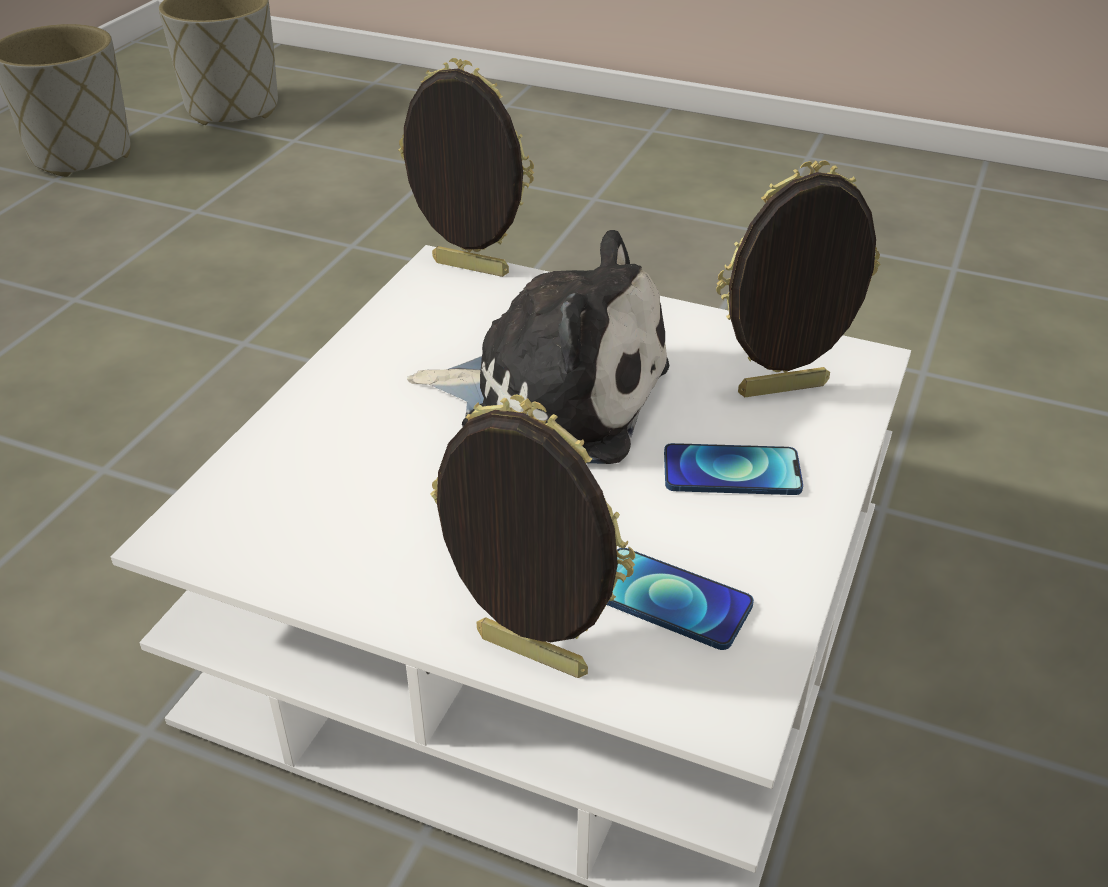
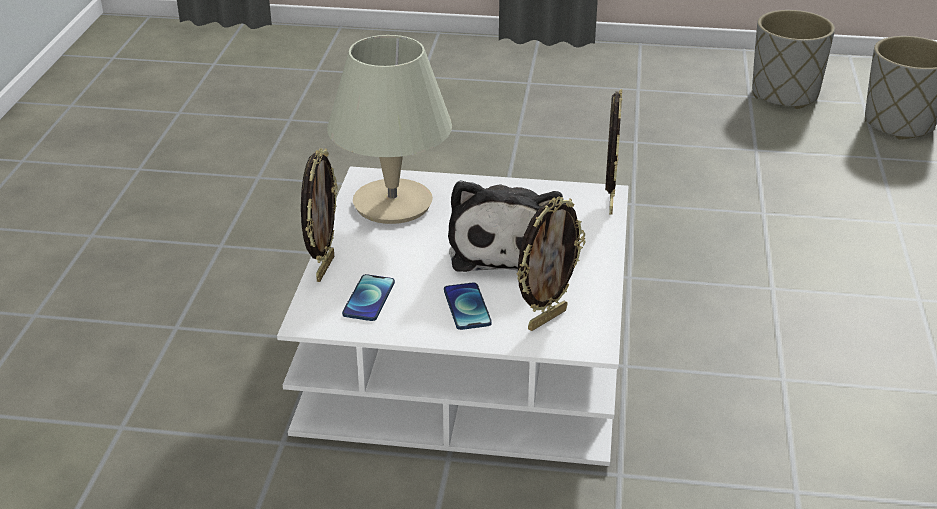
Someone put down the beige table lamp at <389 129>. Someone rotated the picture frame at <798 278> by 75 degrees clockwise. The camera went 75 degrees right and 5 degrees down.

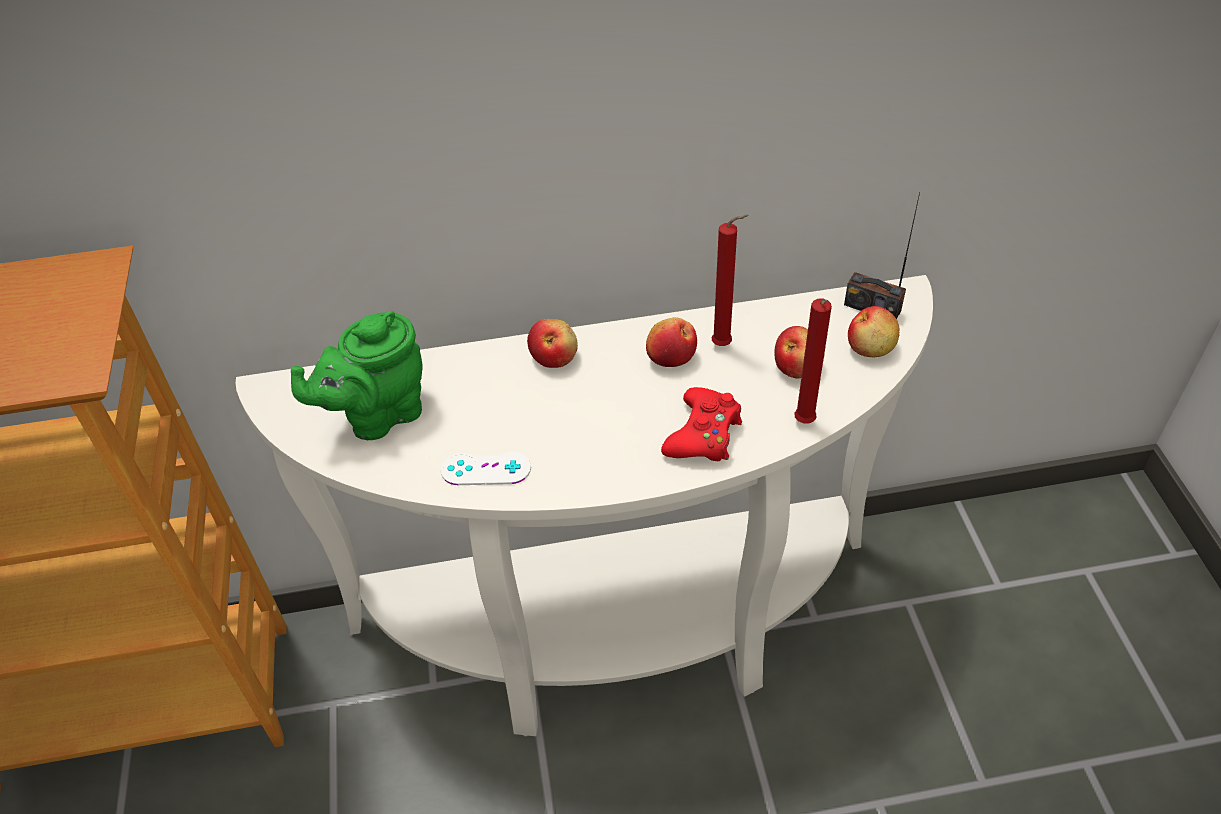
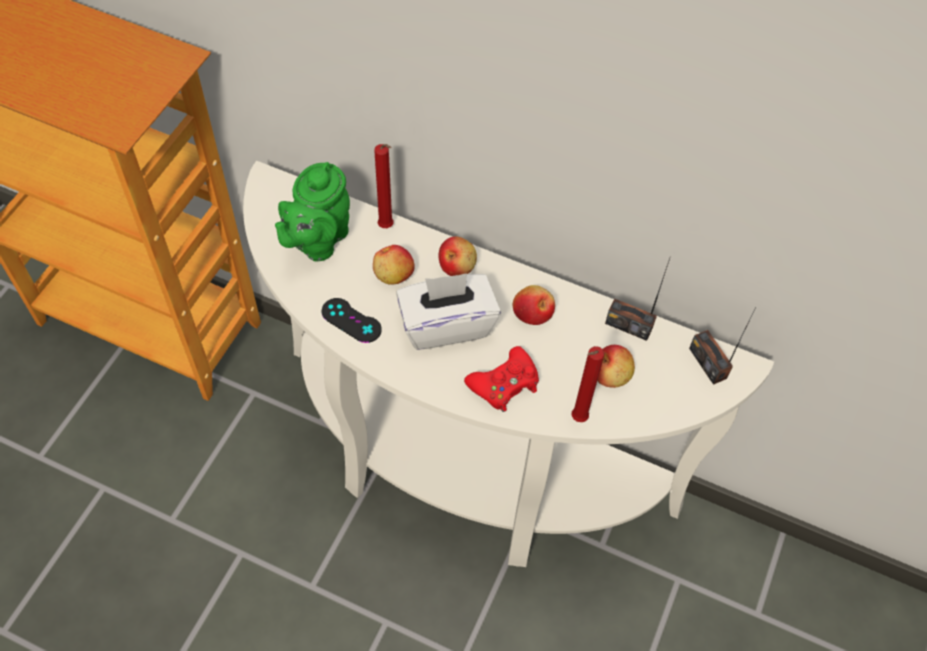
Someone rotated the green teapot at <356 375> by 60 degrees counterclockwise. Someone repainted the white game controller at <486 468>, which became the black game controller at <352 320>. Someone carried the apple from <874 331> to <394 265>. Someone carried the red candle from <730 280> to <384 186>. Someone put down the white tissue box at <448 311>. Someone put down the radio at <637 299>. The camera went 30 degrees right and 10 degrees up.

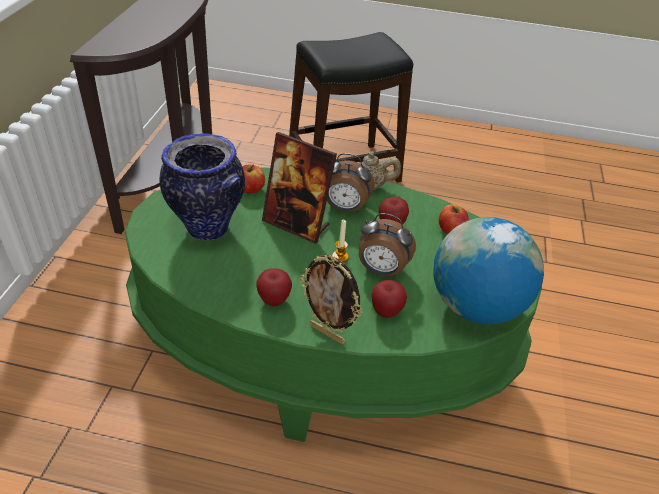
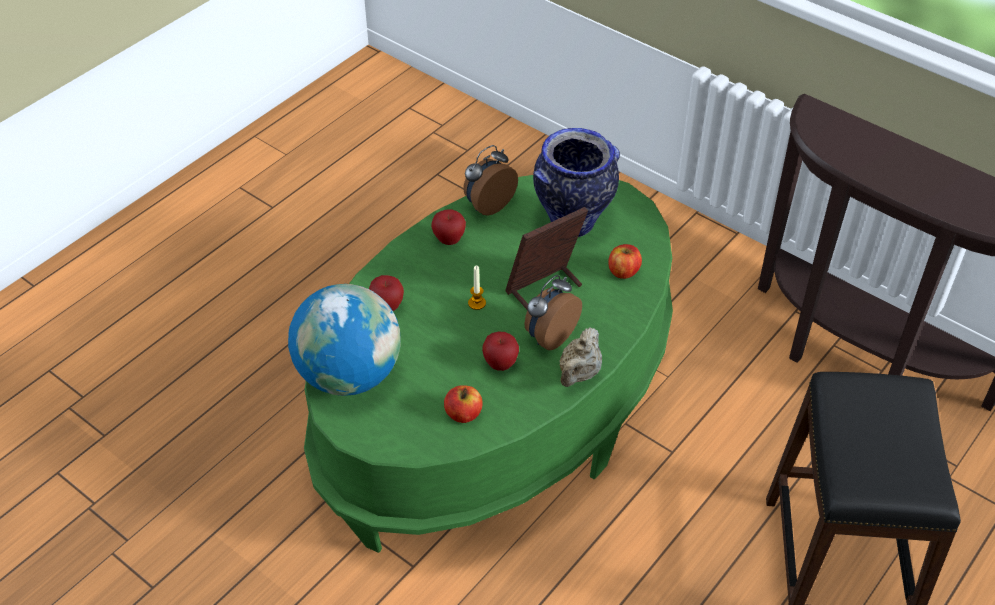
Someone carried the alarm clock from <387 244> to <490 180>. Someone took away the picture frame at <331 300>. The camera went 120 degrees right and 5 degrees up.

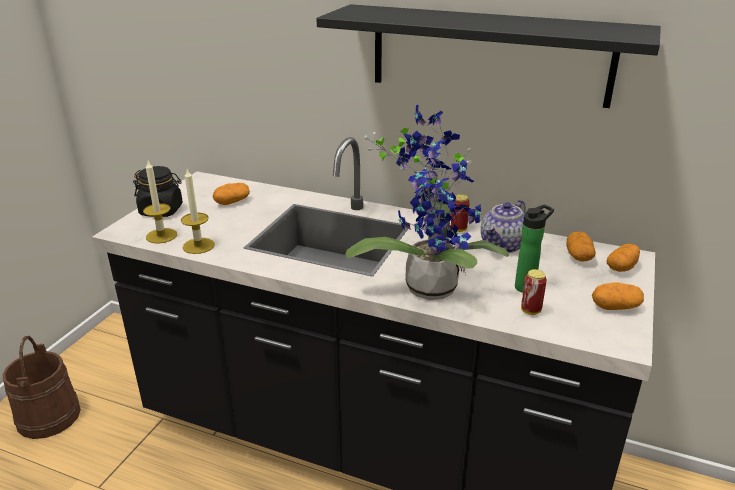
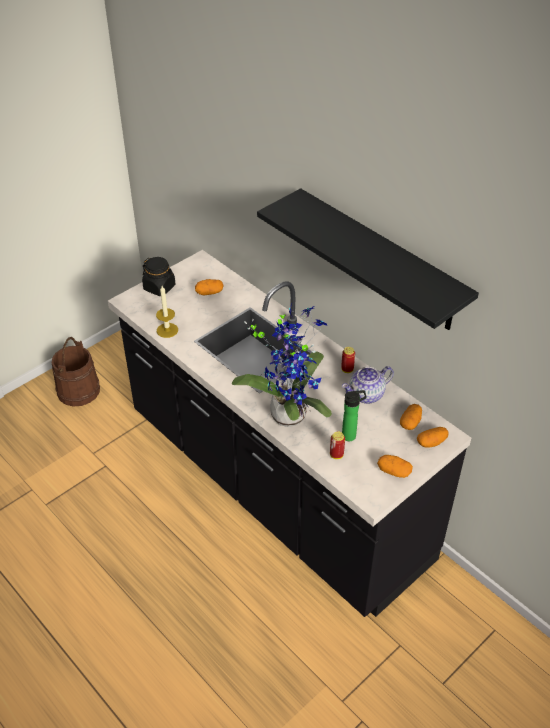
Someone took away the candle at <160 202>. The camera went 25 degrees right and 15 degrees up.

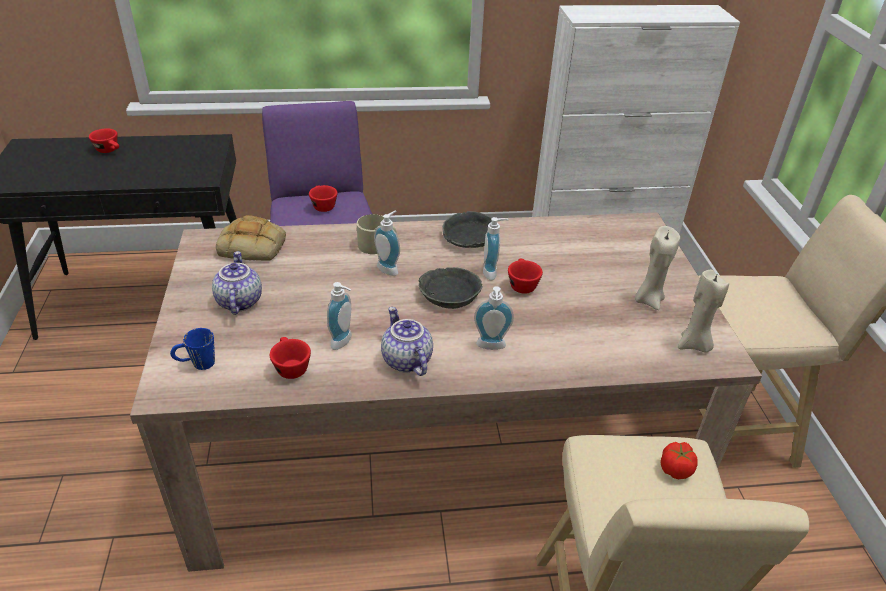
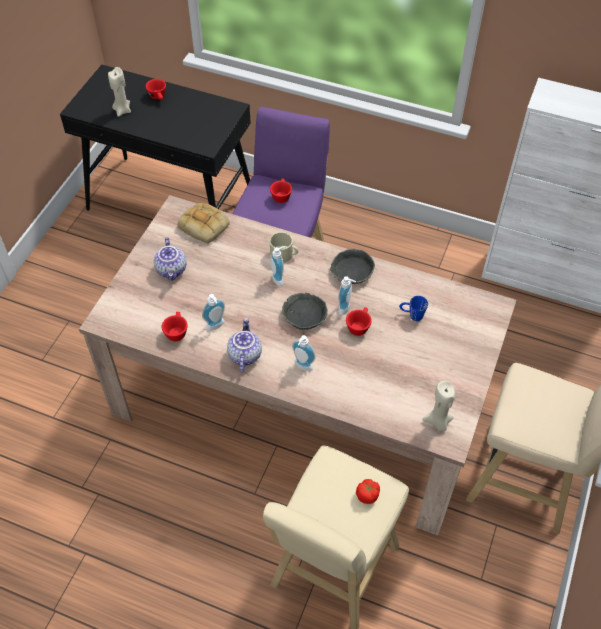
Someone carried the beige candle from <657 268> to <119 92>. Someone rotated the teapot at <237 283> by 150 degrees clockwise. Someone carried the blue mug from <192 349> to <413 308>. The camera went 30 degrees right and 15 degrees up.

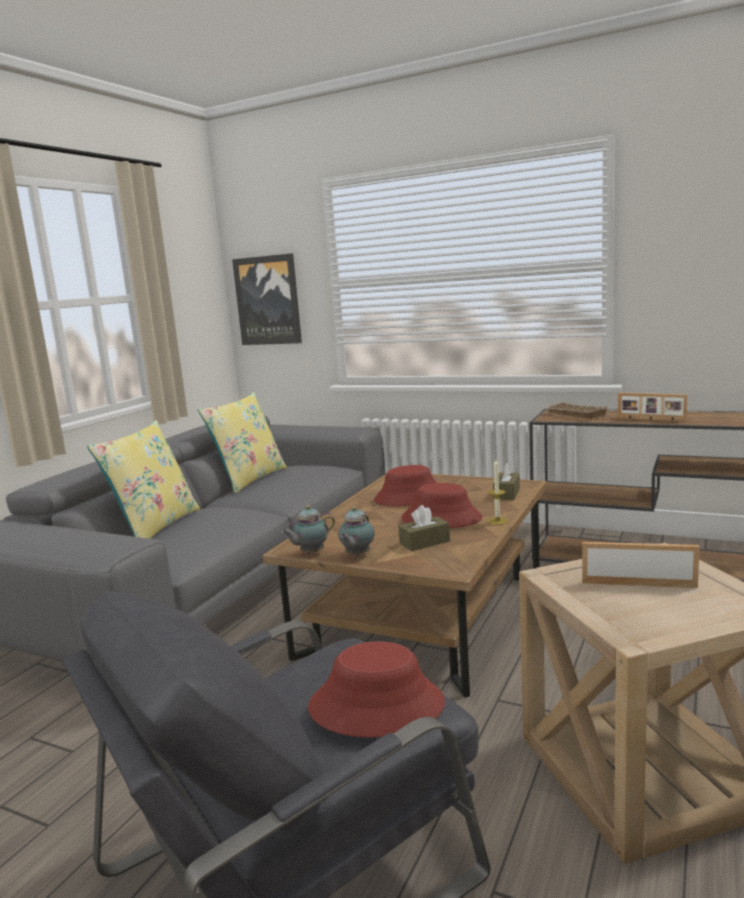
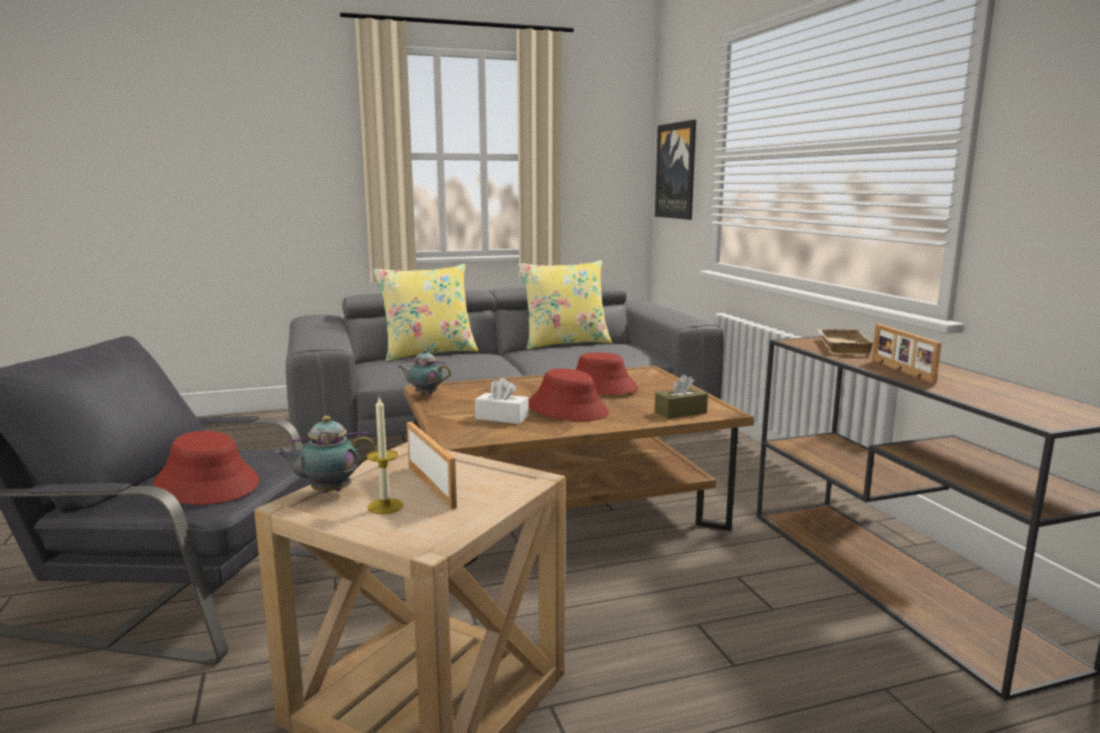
Someone carried the teapot from <357 531> to <325 454>. Someone carried the candle from <498 492> to <385 455>. Someone repainted the brown tissue box at <424 528>, which became the white tissue box at <502 401>. The camera went 45 degrees right and 0 degrees up.

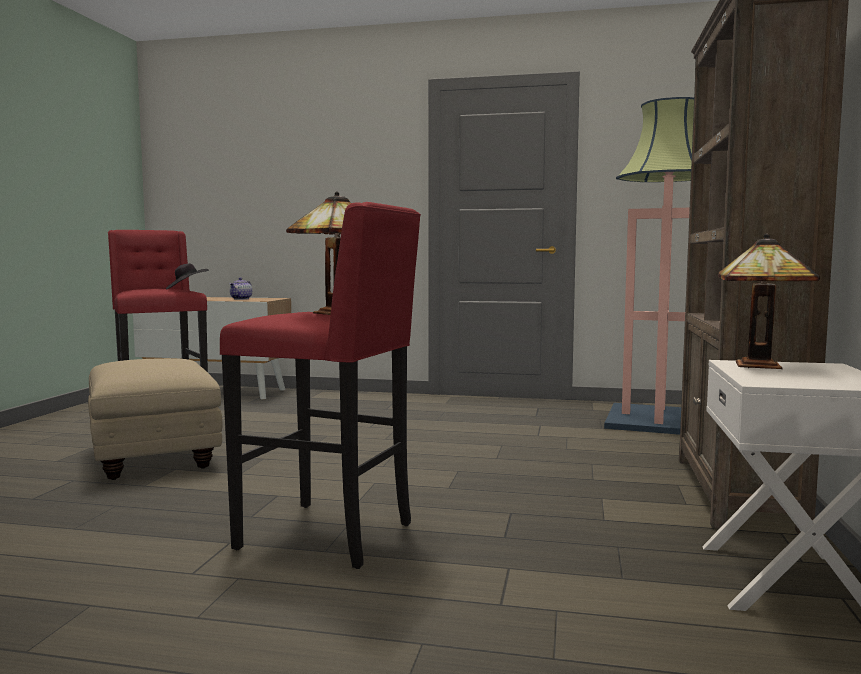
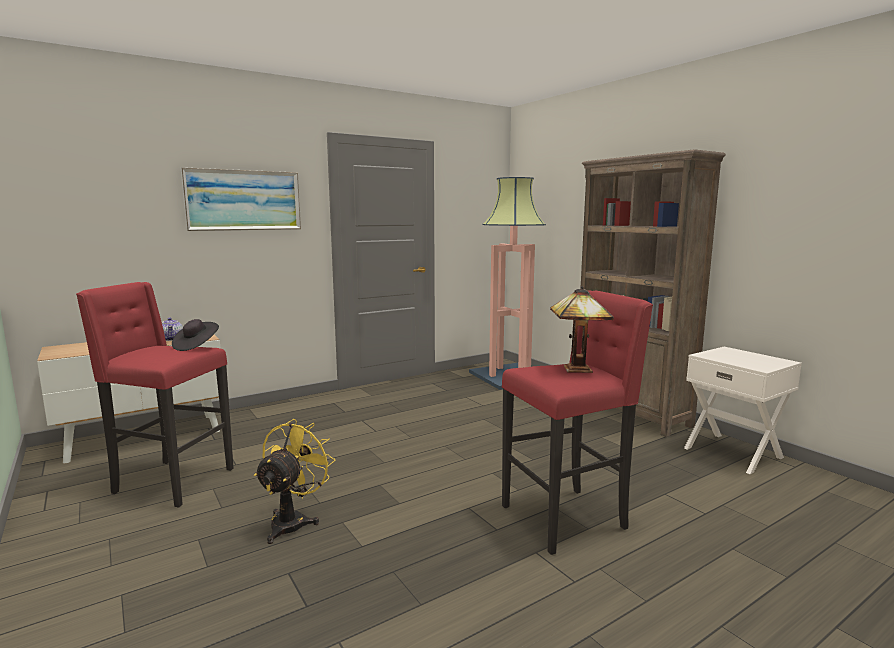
Someone put up the picture at <241 199>. Someone swapped the beige ottoman at <155 419> for the yellow fan at <295 481>. Someone took away the table lamp at <769 301>. The camera went 45 degrees left and 5 degrees up.

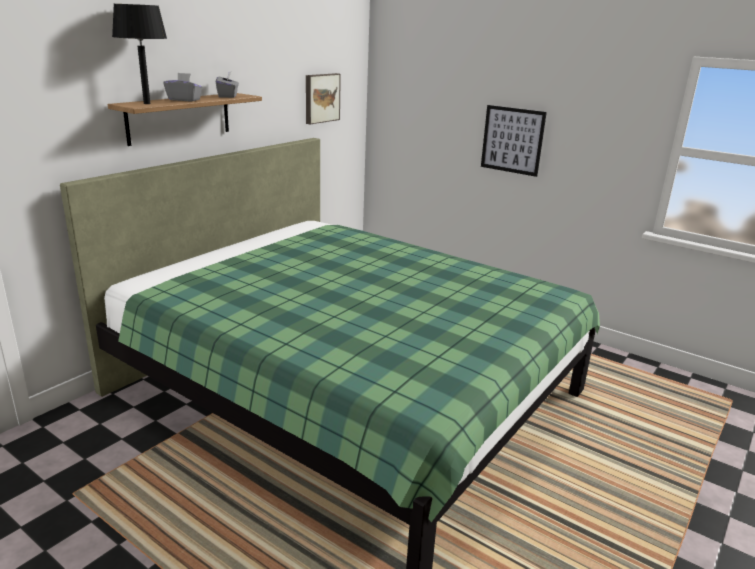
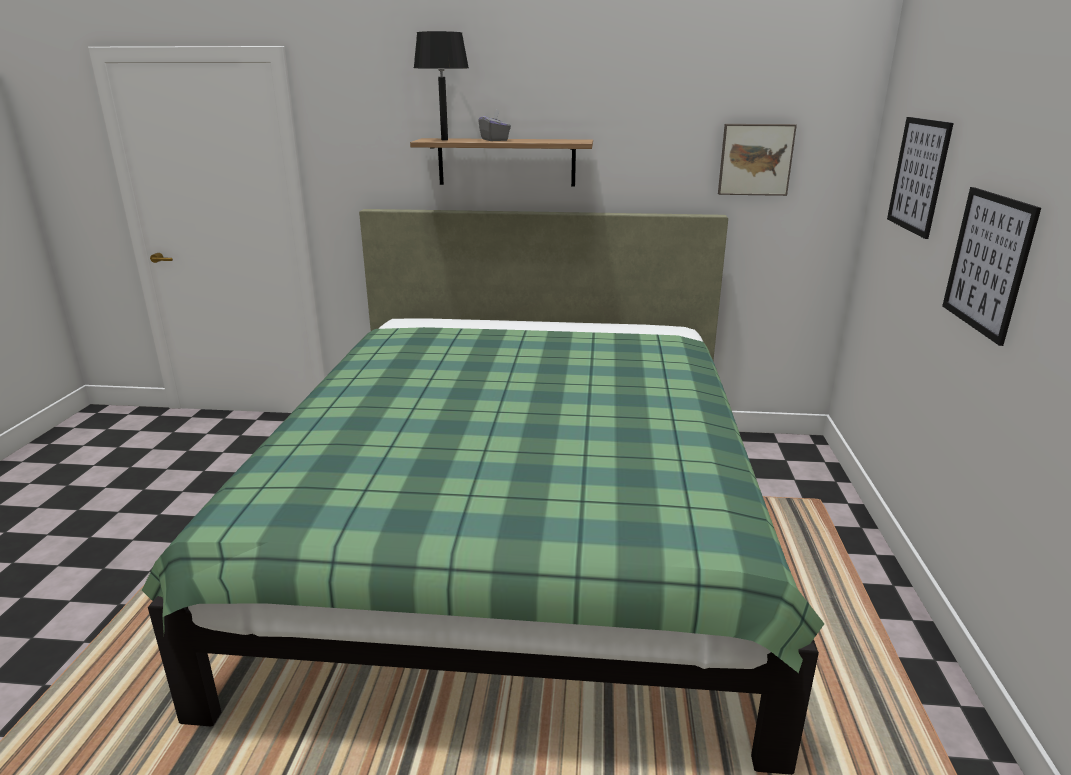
Someone put up the picture at <920 178>. Someone took away the grey tissue box at <227 85>. The camera went 60 degrees right and 0 degrees up.

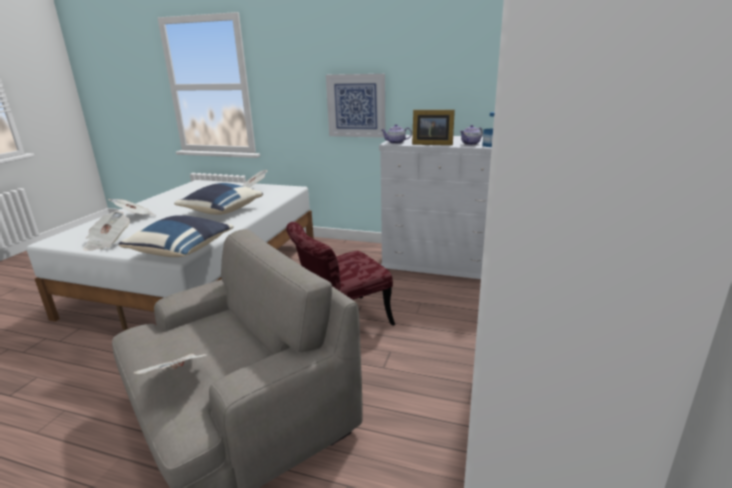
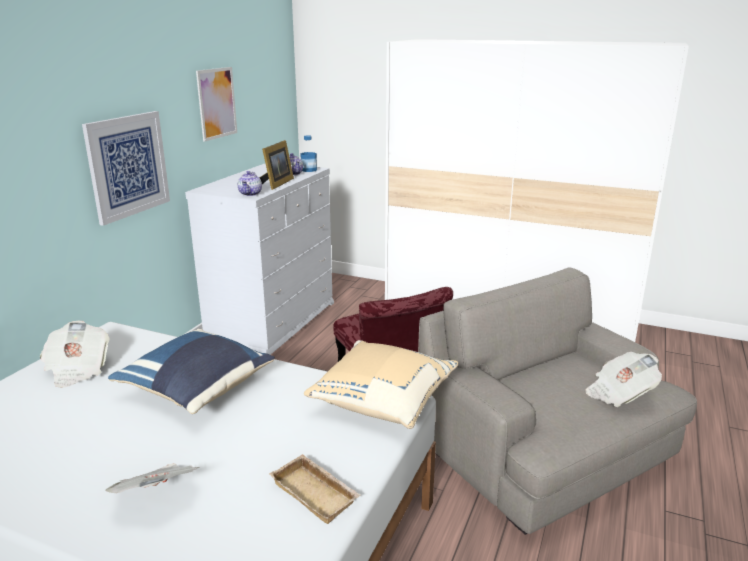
Someone put up the picture at <216 104>. Someone swapped the newspaper at <106 231> for the beige tray at <315 489>. Someone repainted the blue pillow at <176 236>, which became the beige pillow at <381 384>. The camera went 85 degrees left and 0 degrees up.

